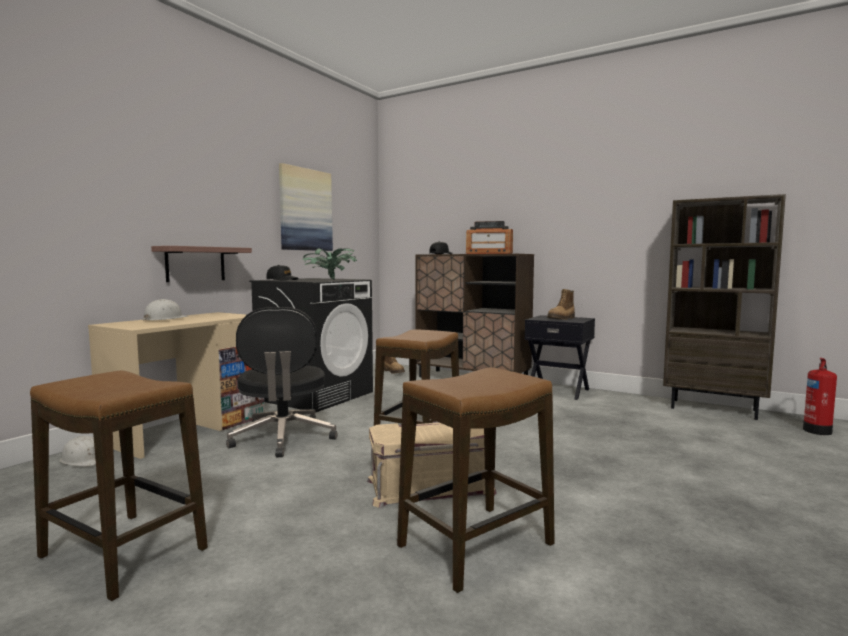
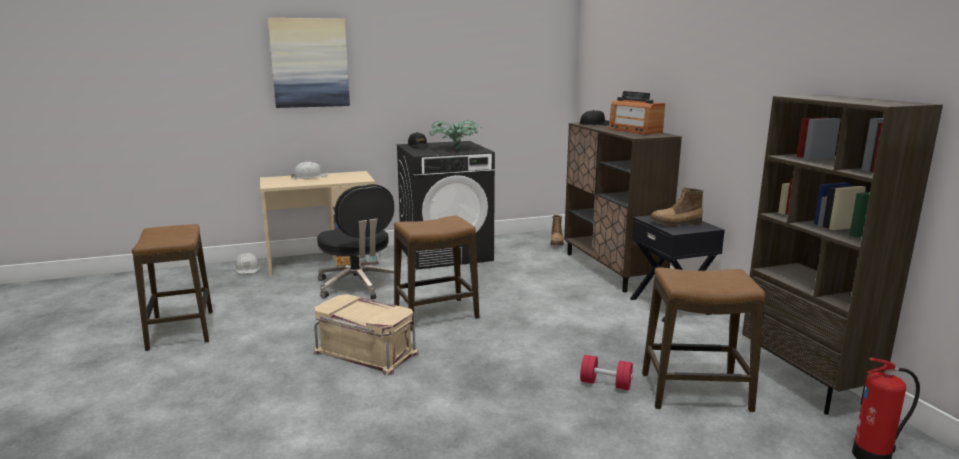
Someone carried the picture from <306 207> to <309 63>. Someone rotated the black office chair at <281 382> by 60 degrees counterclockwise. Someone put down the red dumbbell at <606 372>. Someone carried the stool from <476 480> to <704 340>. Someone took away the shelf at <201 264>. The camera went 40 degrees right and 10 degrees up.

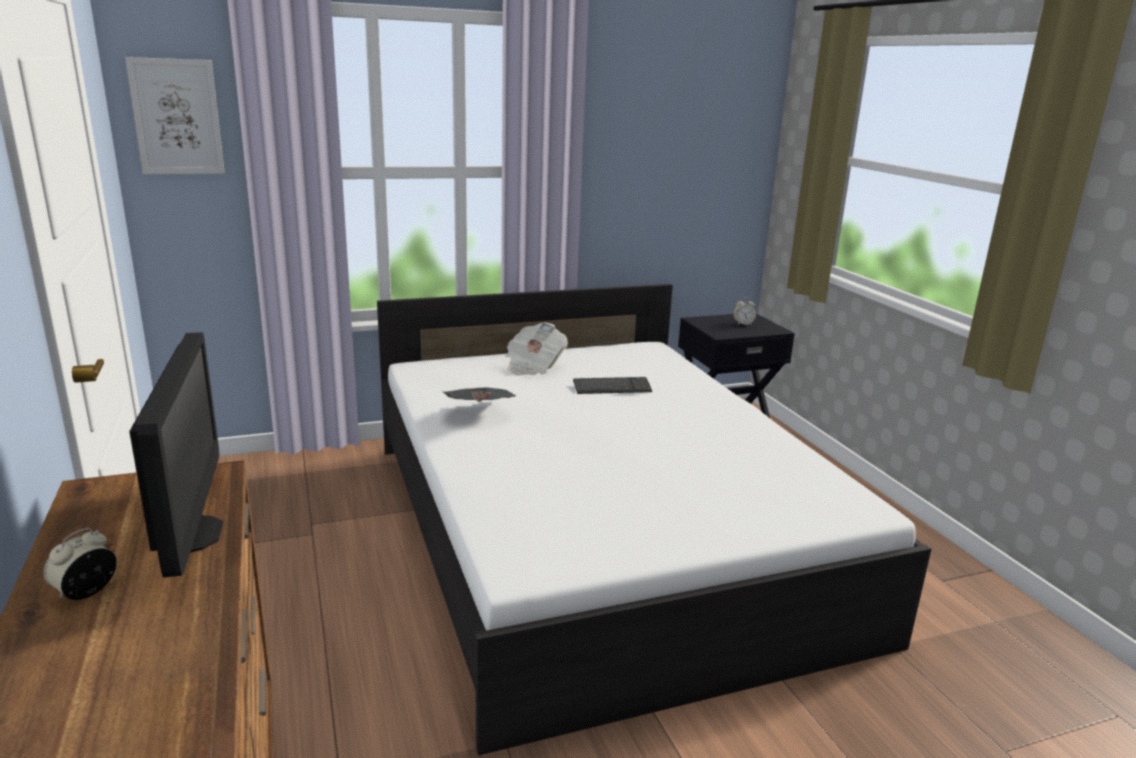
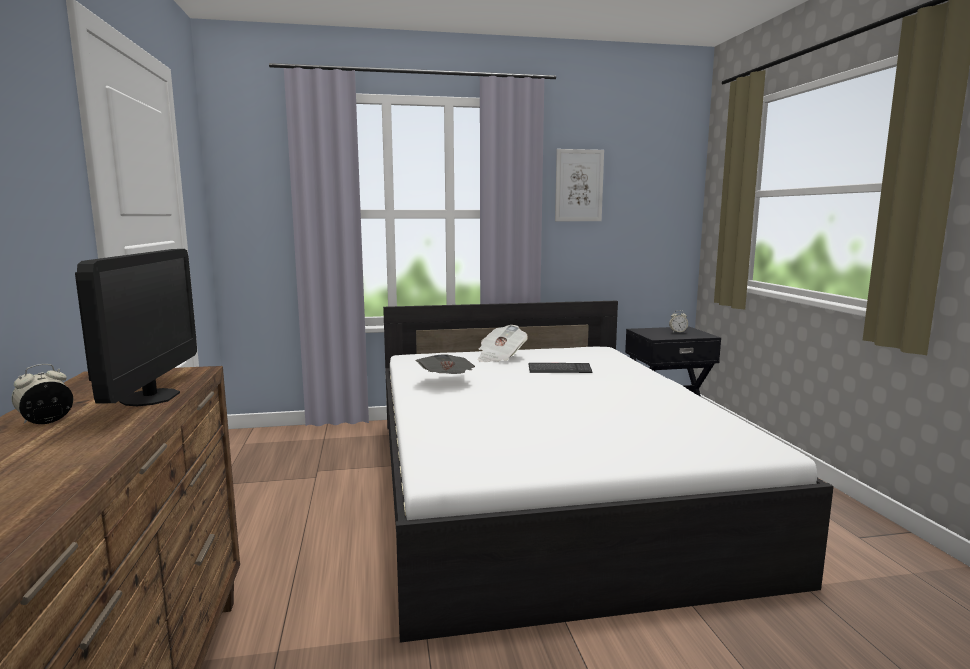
Someone carried the picture from <175 115> to <579 185>. The camera went 10 degrees right and 10 degrees down.

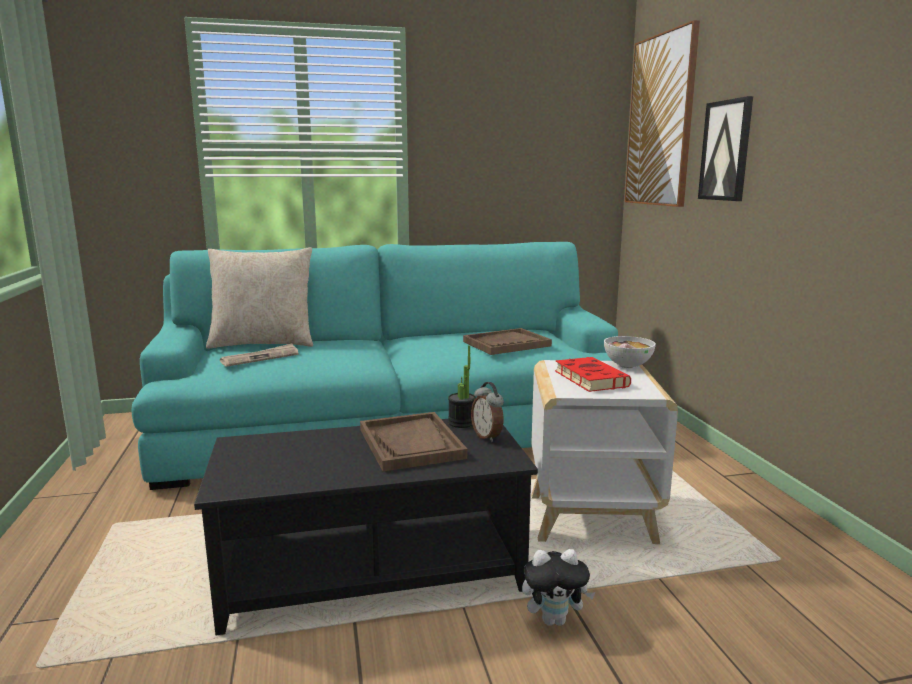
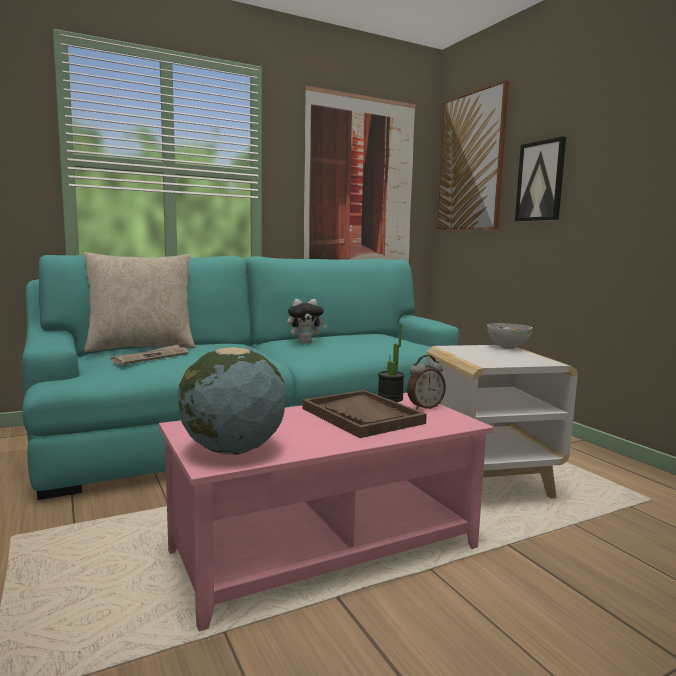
Someone repainted the black coffee table at <366 527>, which became the pink coffee table at <326 512>. Someone put down the globe at <232 401>. Someone carried the plush toy from <559 587> to <307 321>. Someone put up the picture at <360 174>. Someone rotated the alarm clock at <487 412> by 75 degrees counterclockwise. Someone took away the brown tray at <507 341>. Someone took away the red book at <593 374>. The camera went 15 degrees left and 5 degrees down.

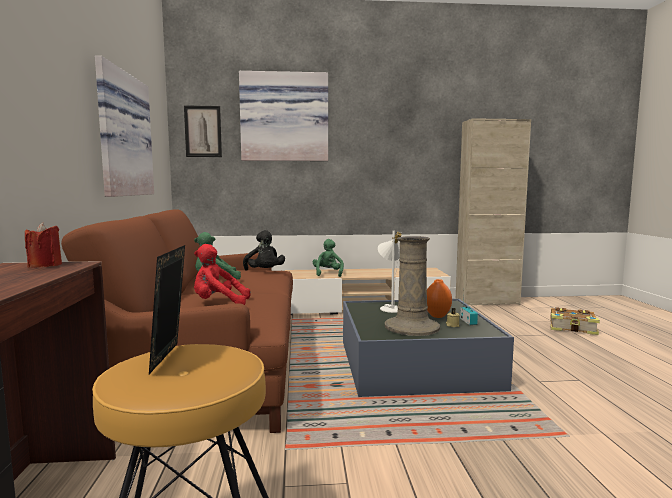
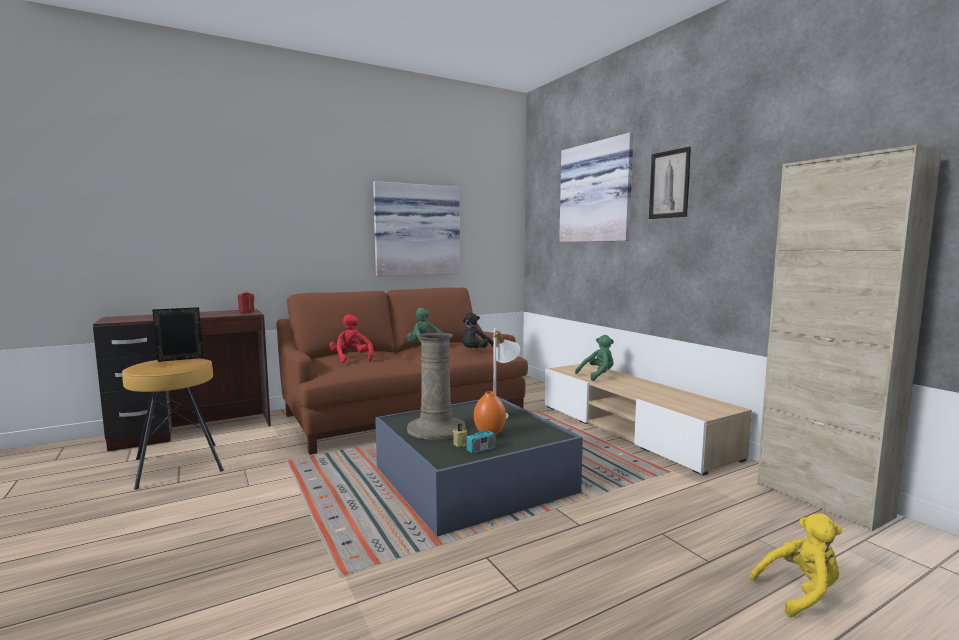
Someone carried the picture from <203 131> to <670 183>. Someone swapped the book at <575 321> for the yellow plush toy at <795 565>. The camera went 65 degrees right and 0 degrees up.

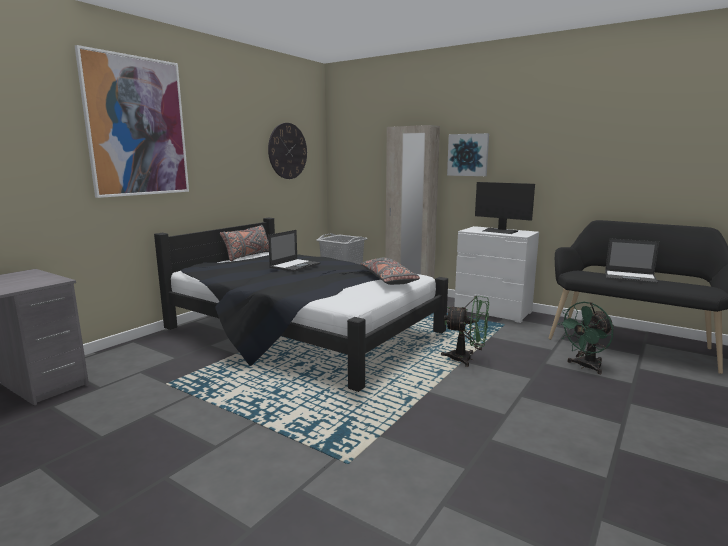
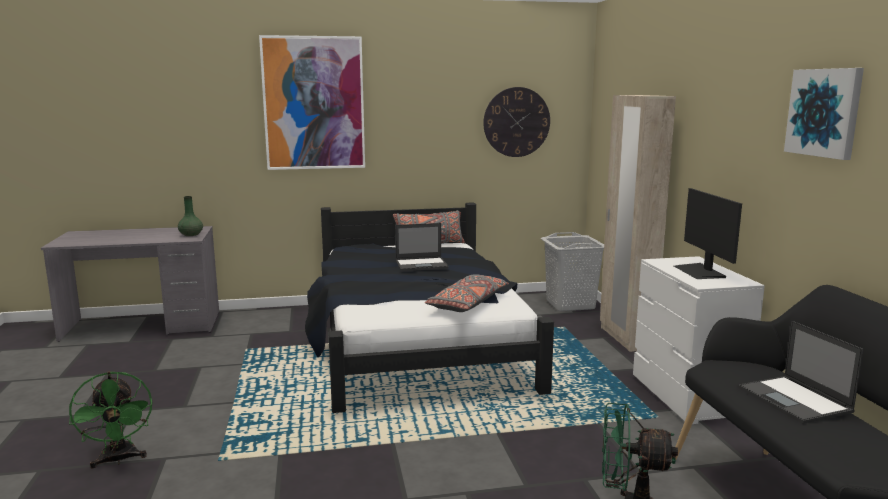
Someone carried the green fan from <465 331> to <110 419>. Someone put down the green vase at <190 216>. Someone carried the picture from <468 154> to <824 114>. The camera went 45 degrees right and 0 degrees up.

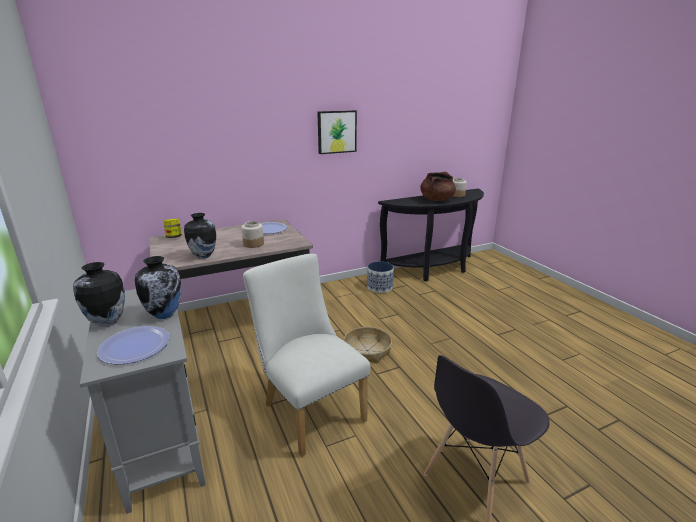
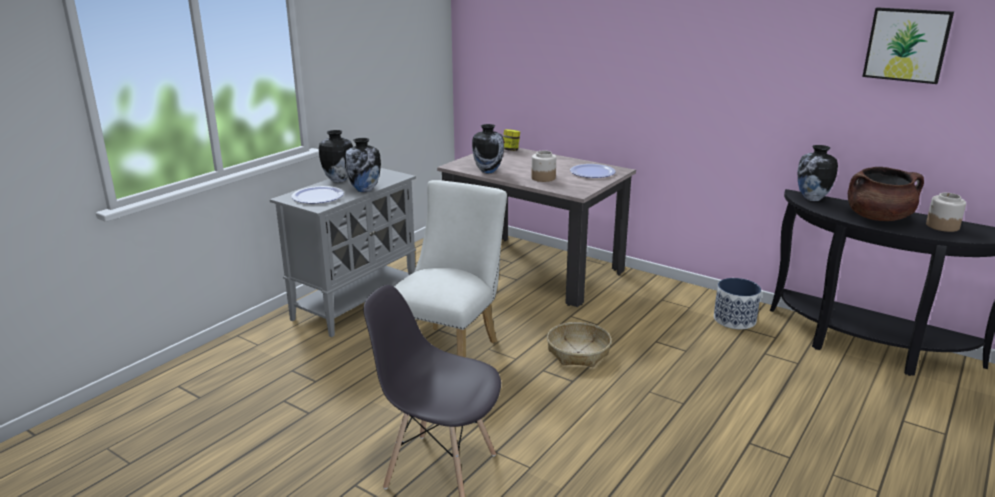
Someone put down the vase at <818 173>. Someone carried the picture from <337 132> to <908 45>. The camera went 60 degrees right and 0 degrees up.

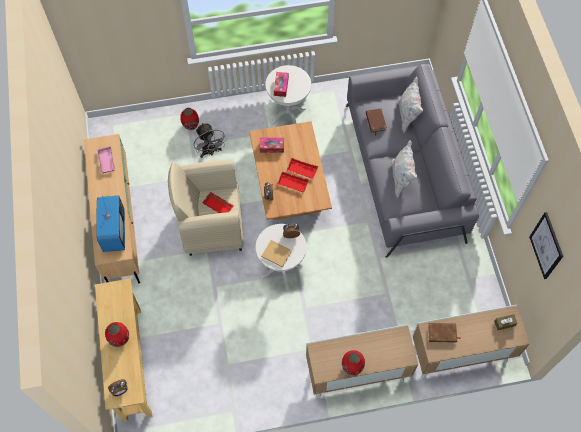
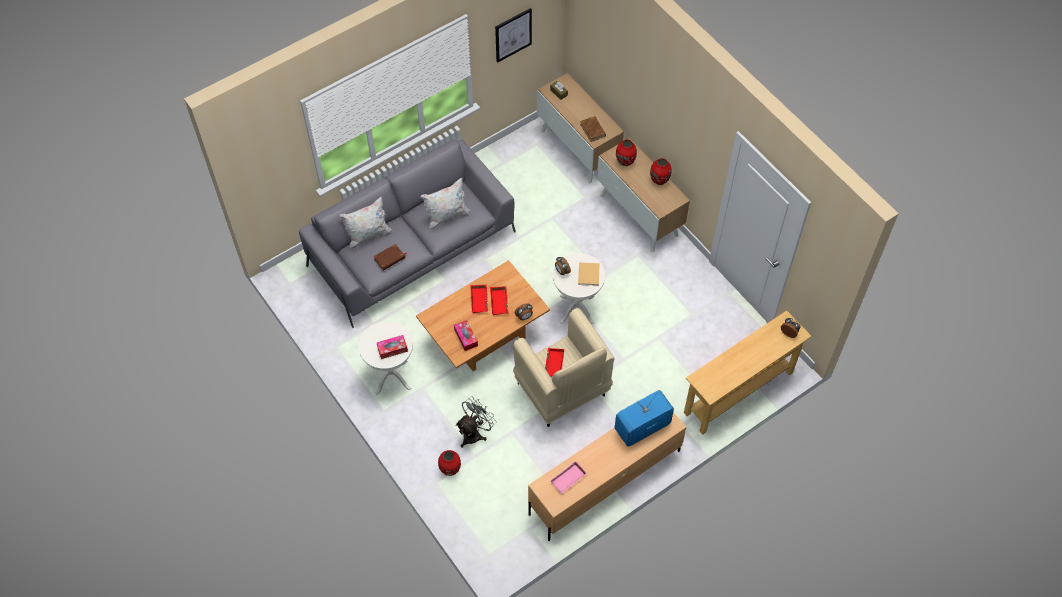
Someone carried the red vase from <117 334> to <626 152>. The camera went 115 degrees left and 5 degrees down.

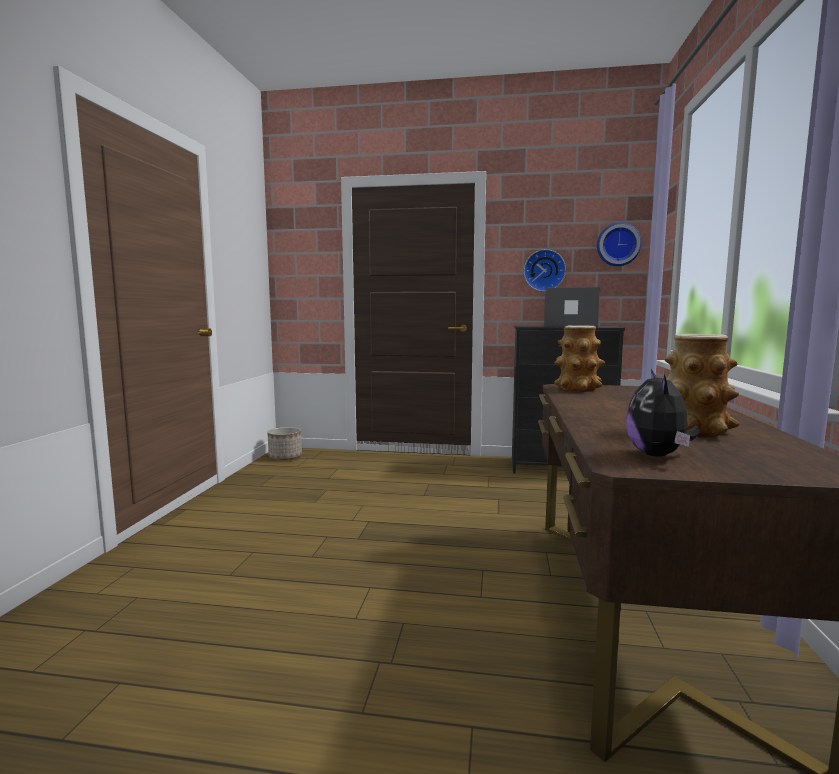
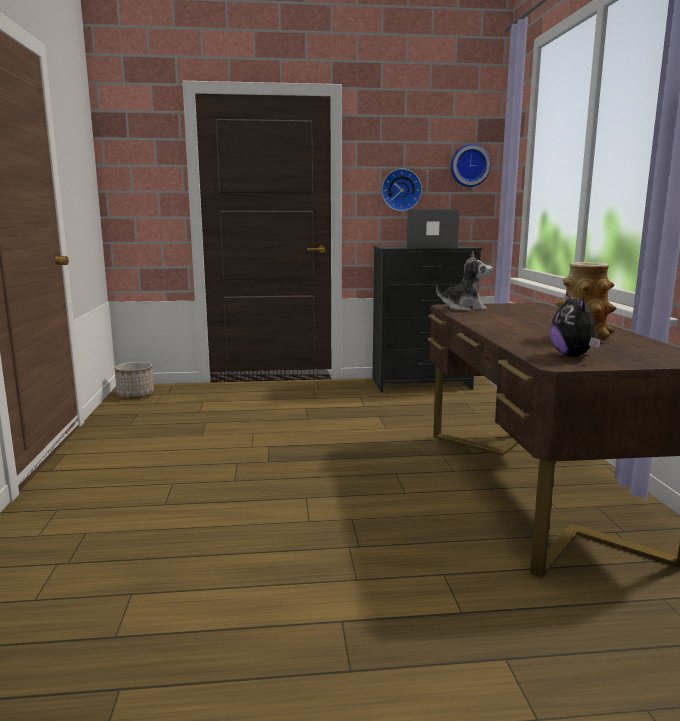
Someone swapped the vase at <579 358> for the plush toy at <464 281>. The camera went 15 degrees left and 5 degrees up.

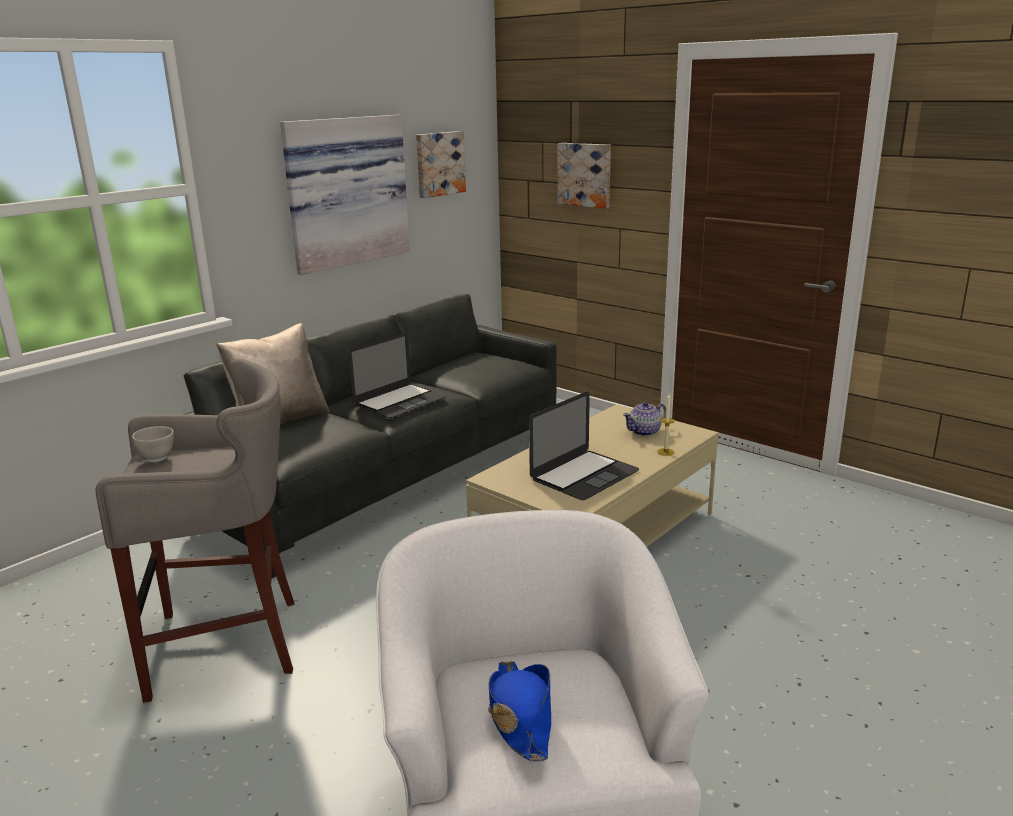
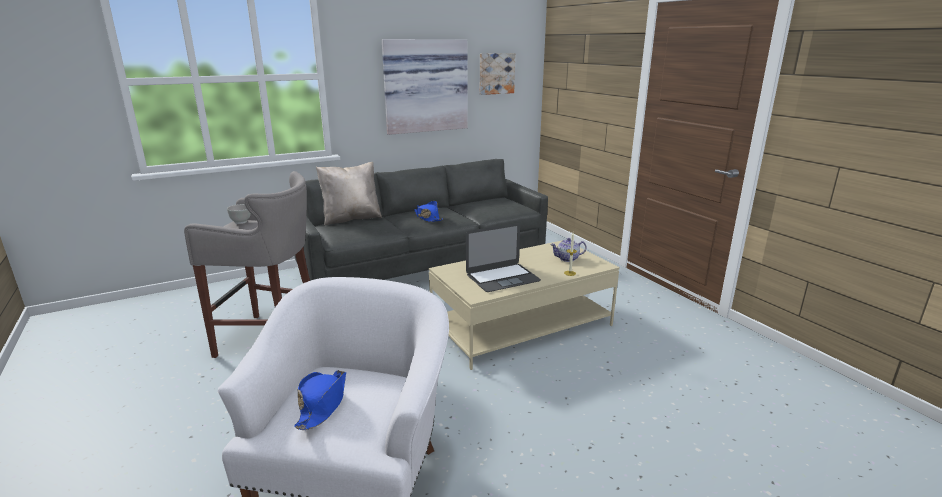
Someone swapped the laptop at <397 375> for the blue hat at <428 211>. Someone took away the picture at <584 175>. The camera went 20 degrees right and 0 degrees up.

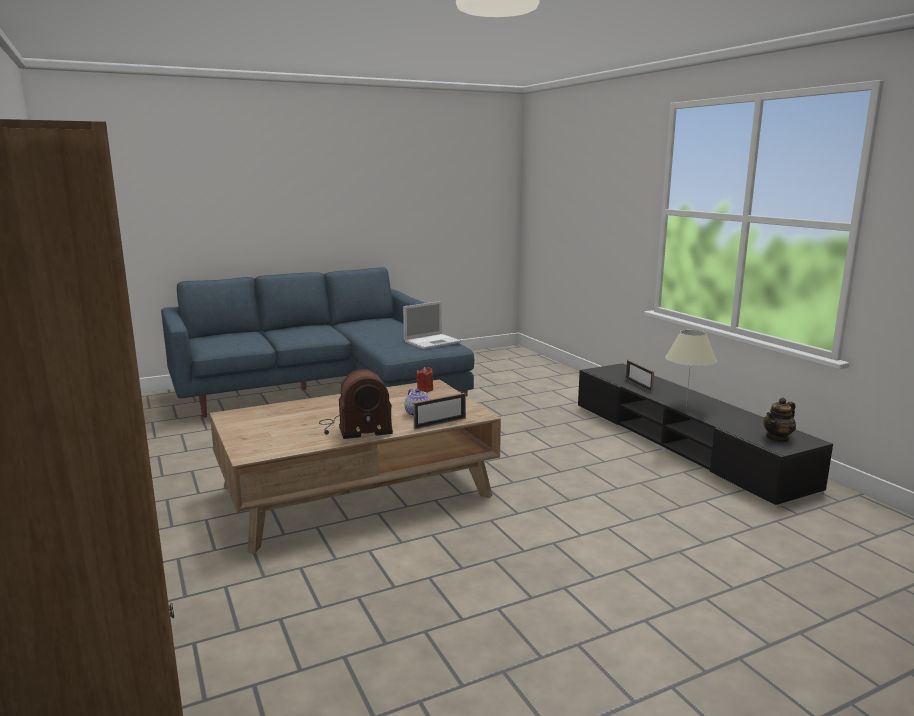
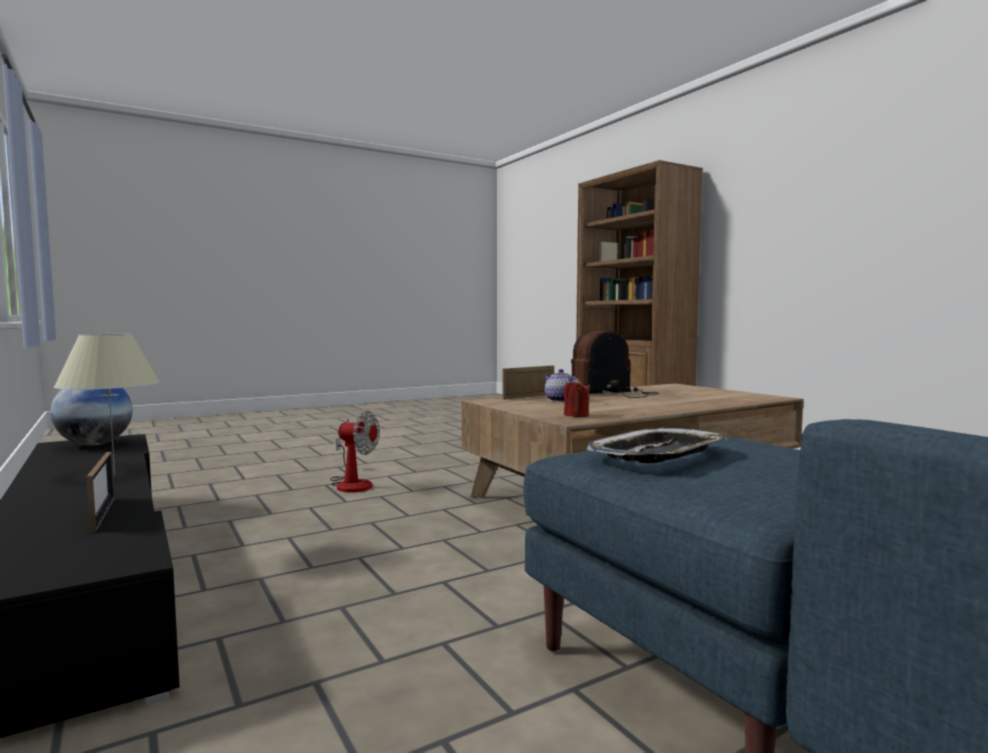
Someone swapped the teapot at <779 420> for the globe at <91 417>. Someone put down the fan at <354 452>. Someone swapped the laptop at <432 325> for the tray at <657 445>. The camera went 175 degrees right and 10 degrees down.

